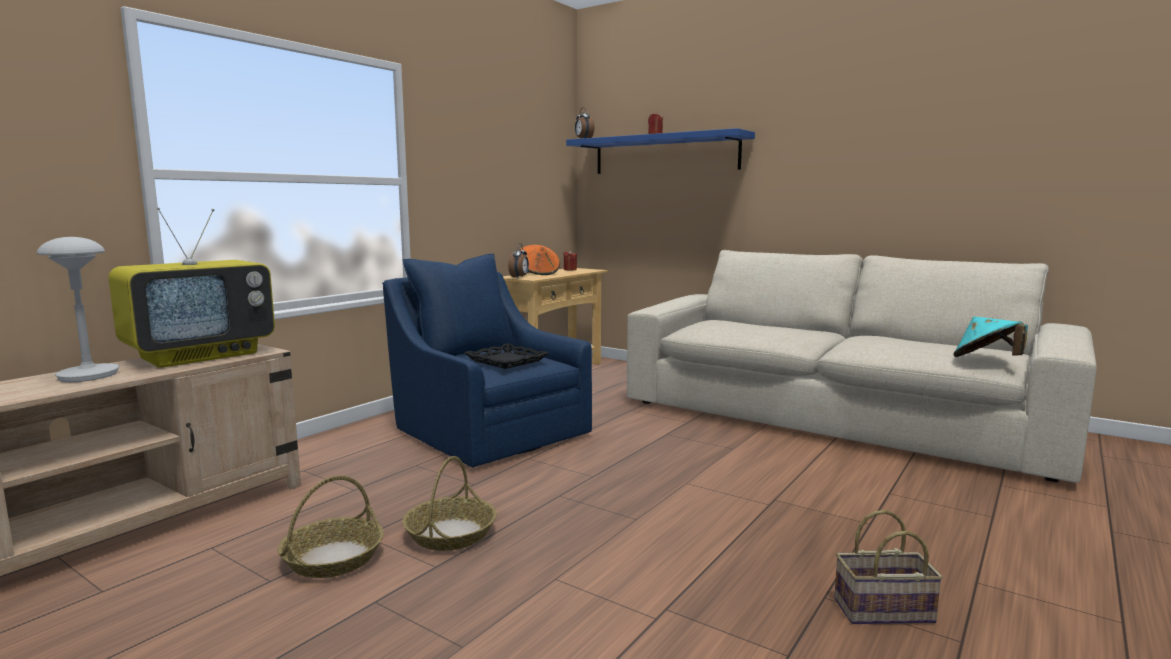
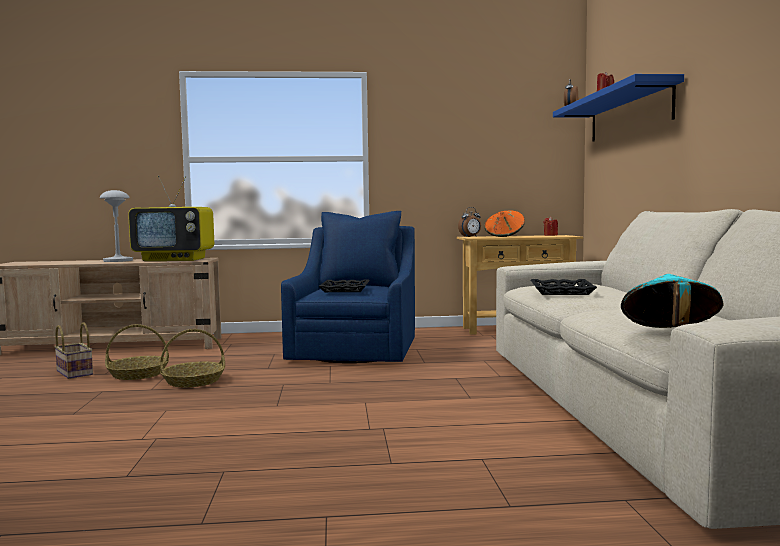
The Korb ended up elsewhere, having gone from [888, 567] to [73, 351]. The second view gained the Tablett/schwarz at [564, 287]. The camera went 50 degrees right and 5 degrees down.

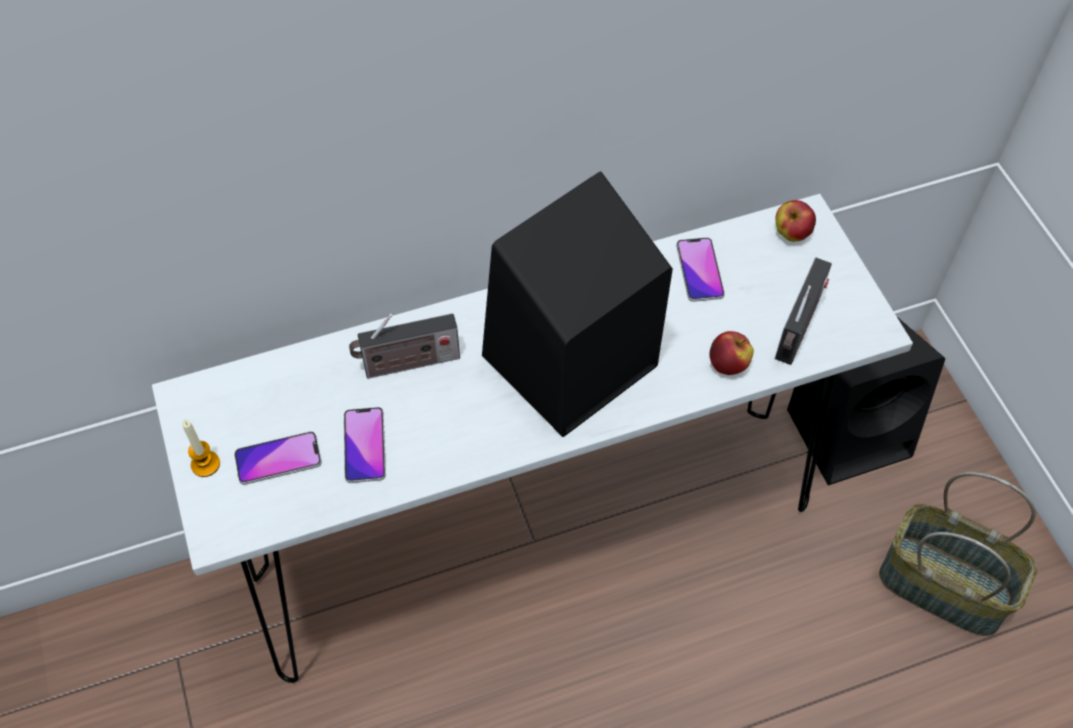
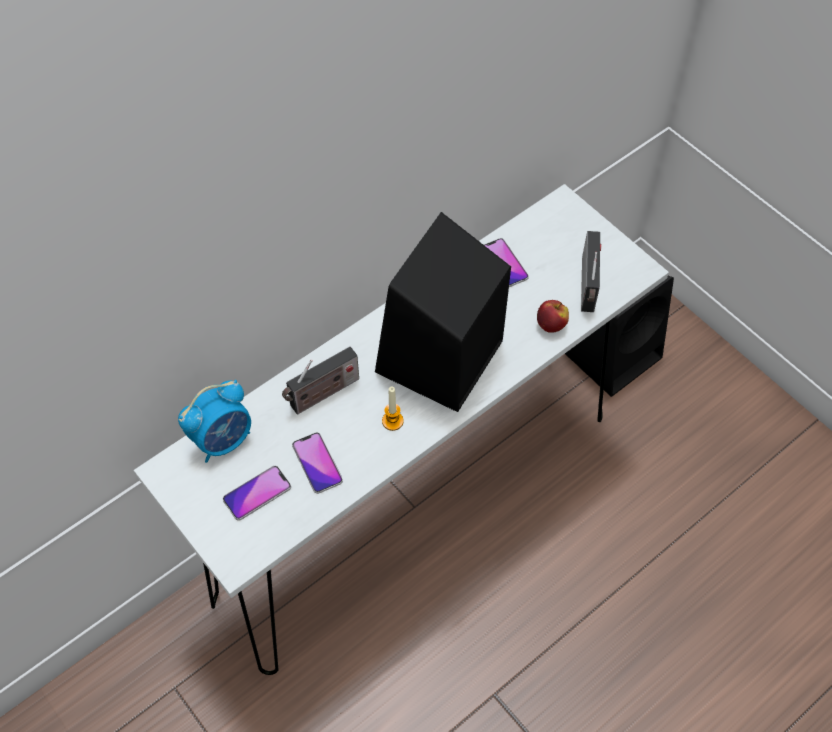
The second view gained the Wecker at [214, 421]. The Kerze ended up elsewhere, having gone from [201, 448] to [393, 408]. The second view lost the Apfel at [795, 221]. The second view lost the Korb at [958, 554]. The camera went 20 degrees left and 0 degrees up.

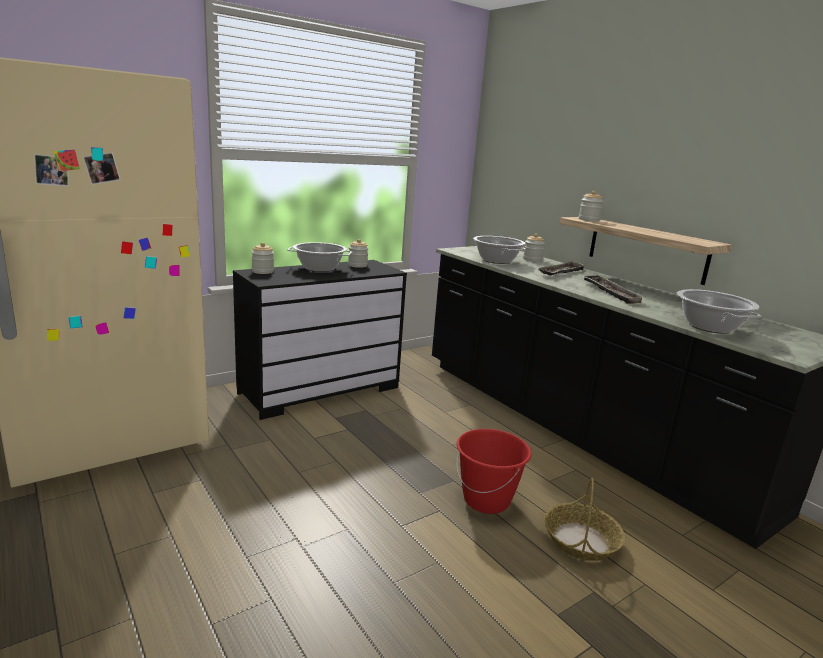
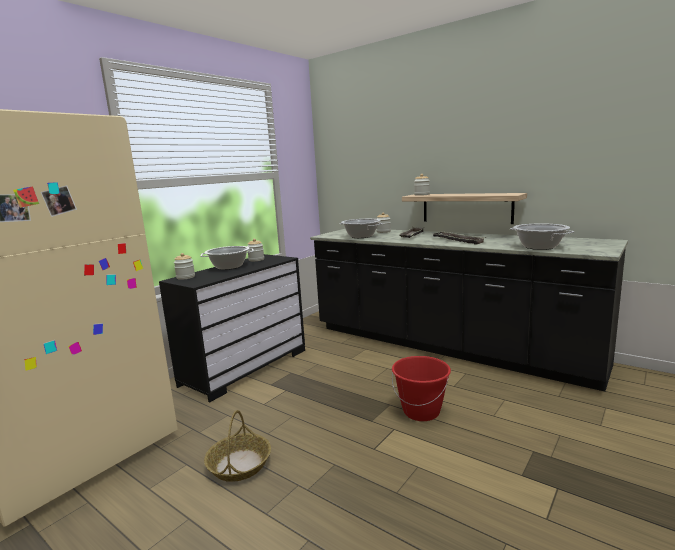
The Korb ended up elsewhere, having gone from [584, 519] to [237, 446]. The camera went 15 degrees left and 5 degrees down.

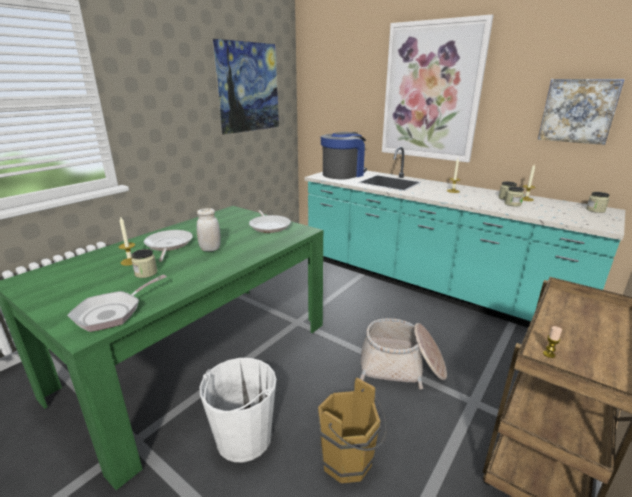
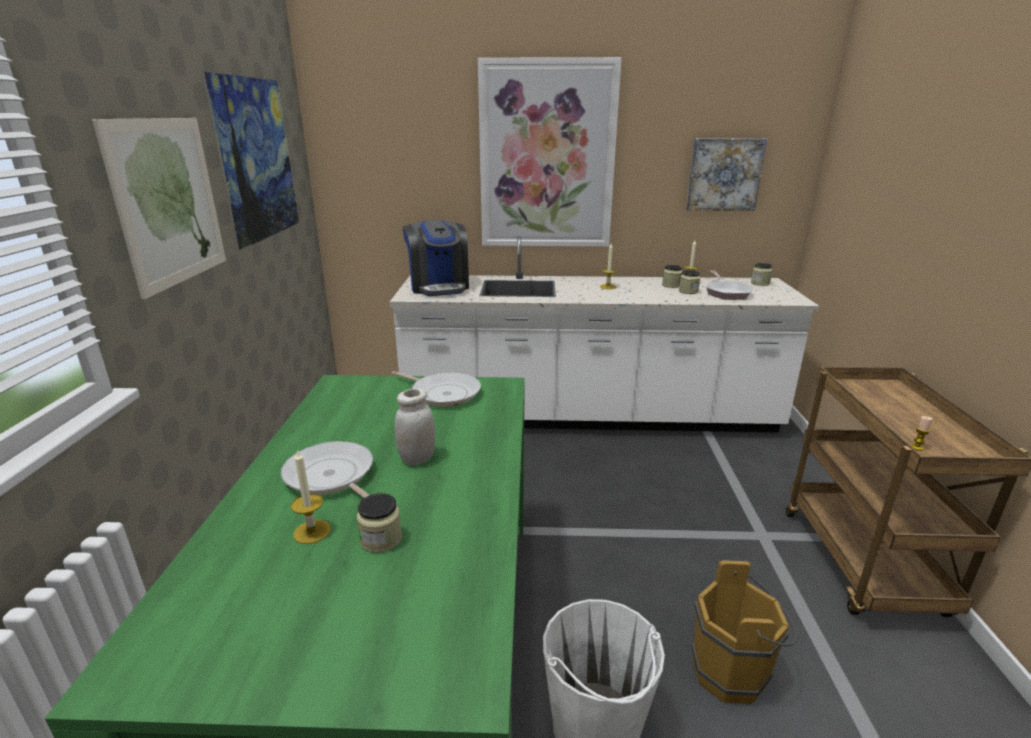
The second view gained the Bild at [159, 208]. What was the Küchenzeile/türkis at [465, 237] turned into the Küchenzeile/weiß at [604, 334]. The Kaffeemaschine at [344, 156] ended up facing another way, 150 degrees clockwise from before. The Pfanne ended up elsewhere, having gone from [117, 303] to [729, 285]. The second view lost the Korb at [403, 353]. The camera went 35 degrees left and 0 degrees up.

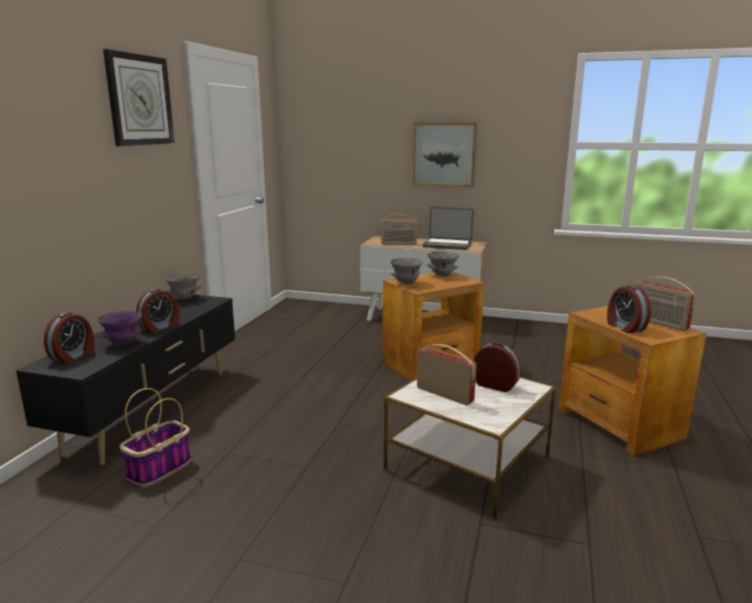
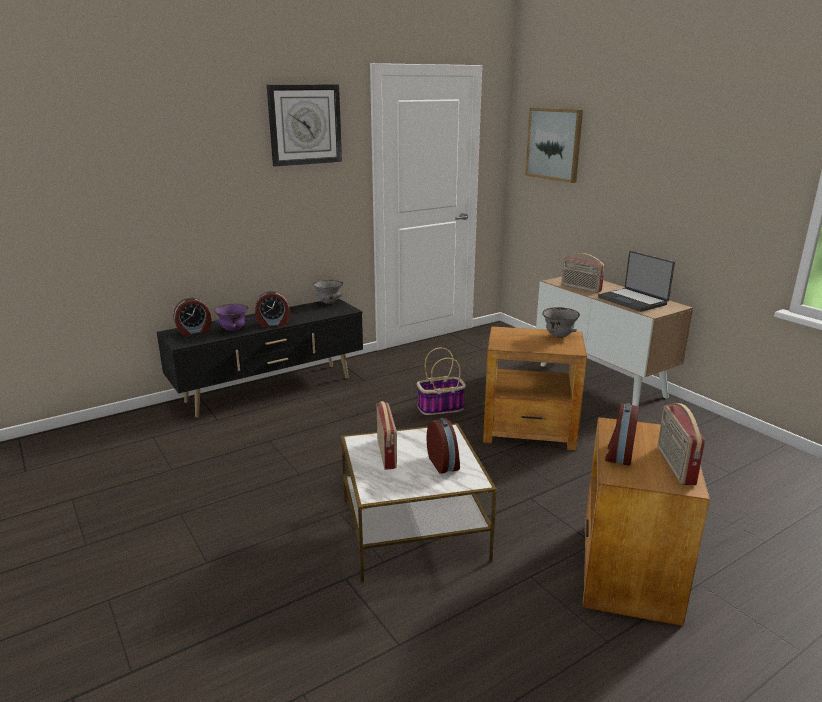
The Korb ended up elsewhere, having gone from [155, 437] to [441, 381]. The Bild ended up elsewhere, having gone from [445, 155] to [554, 145]. The second view lost the Schüssel/grau at [406, 271]. The camera went 40 degrees right and 5 degrees up.

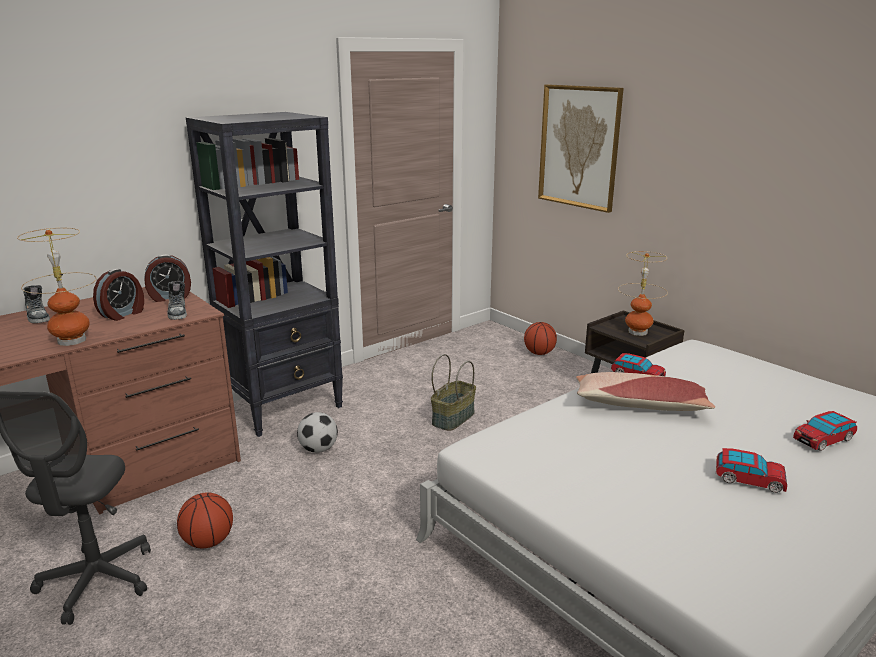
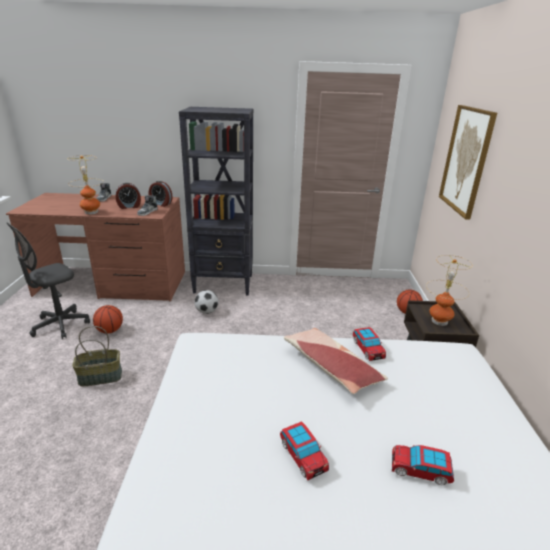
The Korb ended up elsewhere, having gone from [453, 392] to [97, 356]. The camera went 40 degrees right and 5 degrees up.

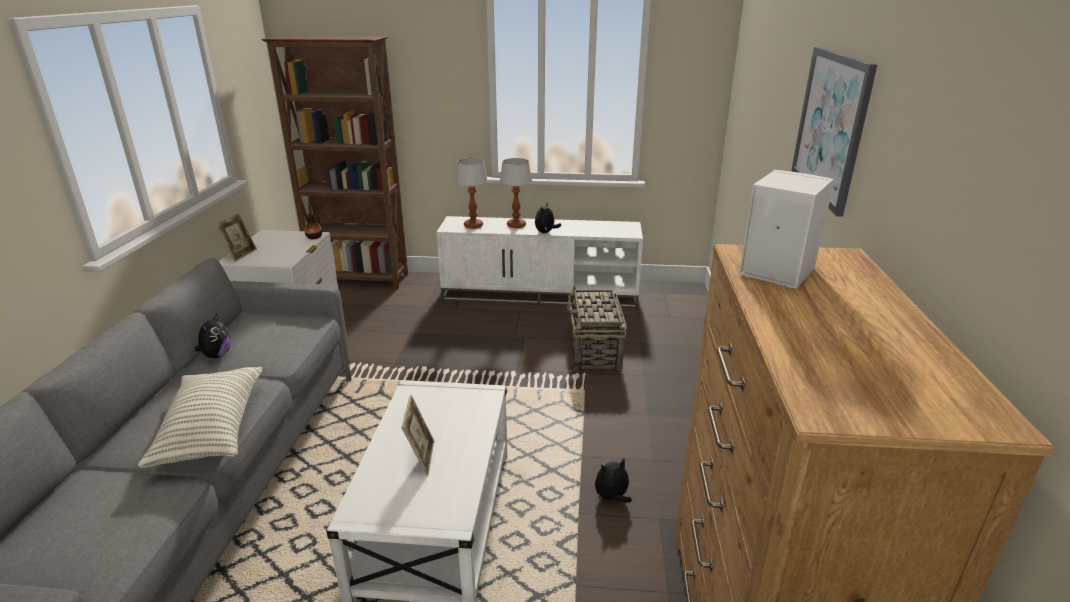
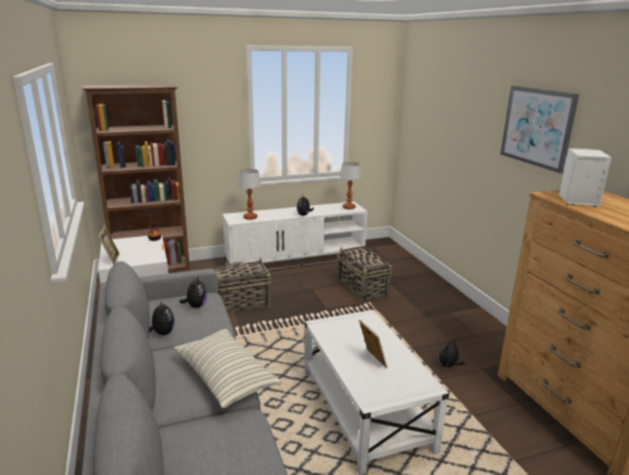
The second view gained the Plüschtier at [193, 292]. The second view gained the Korb at [240, 285]. The Tischlampe ended up elsewhere, having gone from [516, 193] to [350, 185]. The camera went 25 degrees left and 5 degrees down.

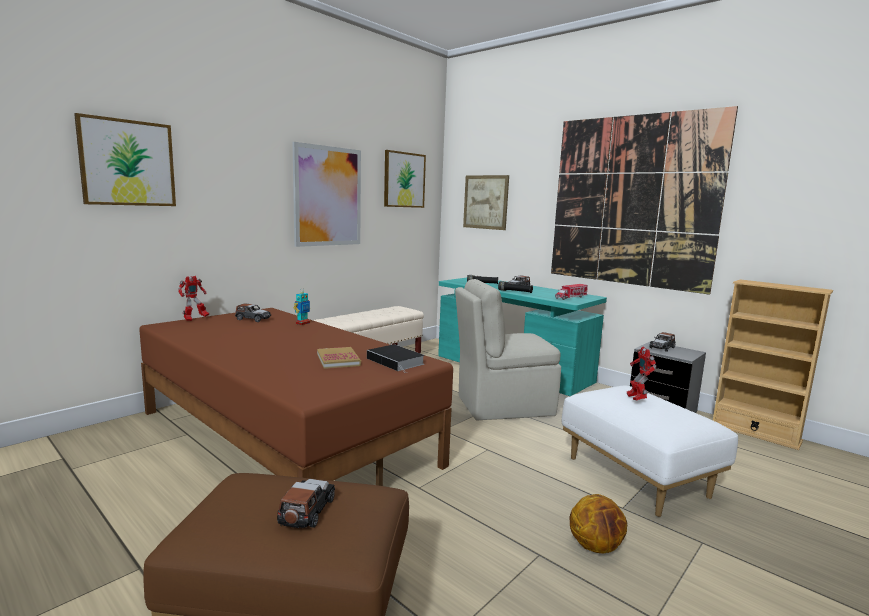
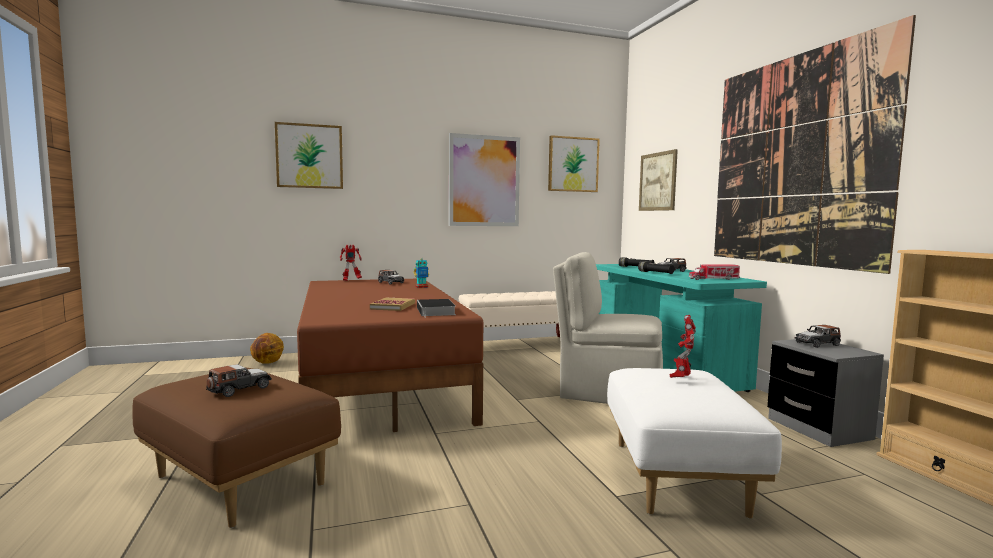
The Basketball ended up elsewhere, having gone from [598, 523] to [267, 348]. The camera went 30 degrees right and 5 degrees down.

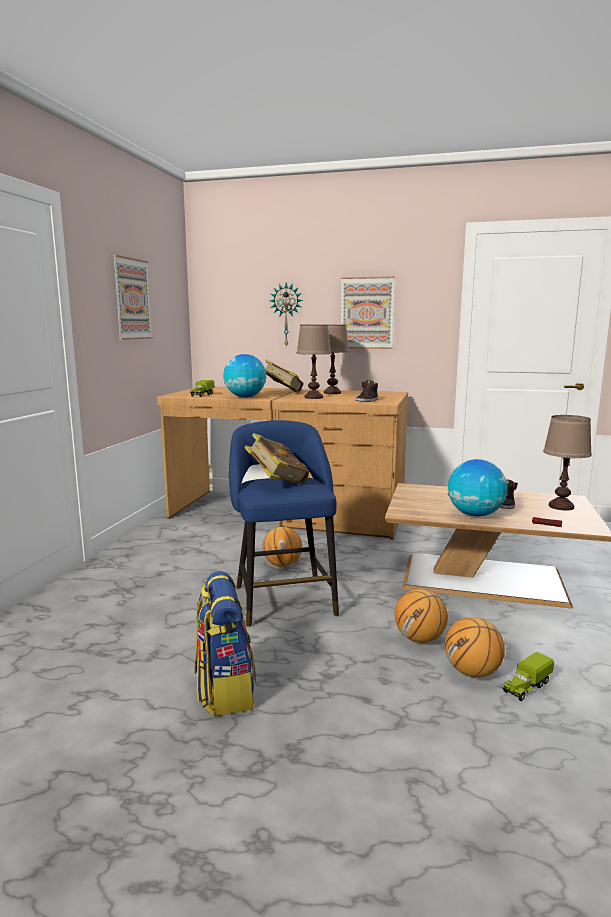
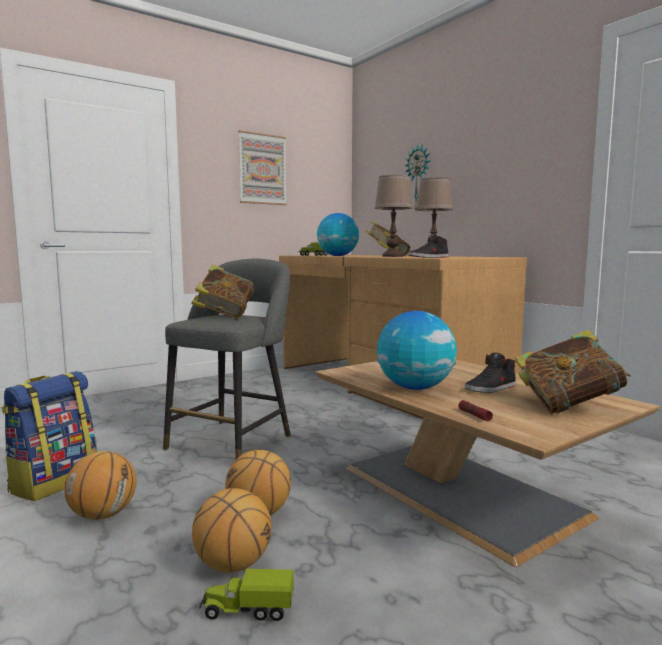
The Basketball ended up elsewhere, having gone from [282, 547] to [100, 485]. What was the Hocker/blau at [284, 523] turned into the Hocker/grau at [227, 359]. Where the Tischlampe/braun stood at [567, 462], the Buch came to stand at [573, 372]. The second view lost the Bild at [368, 312]. The camera went 40 degrees right and 5 degrees down.

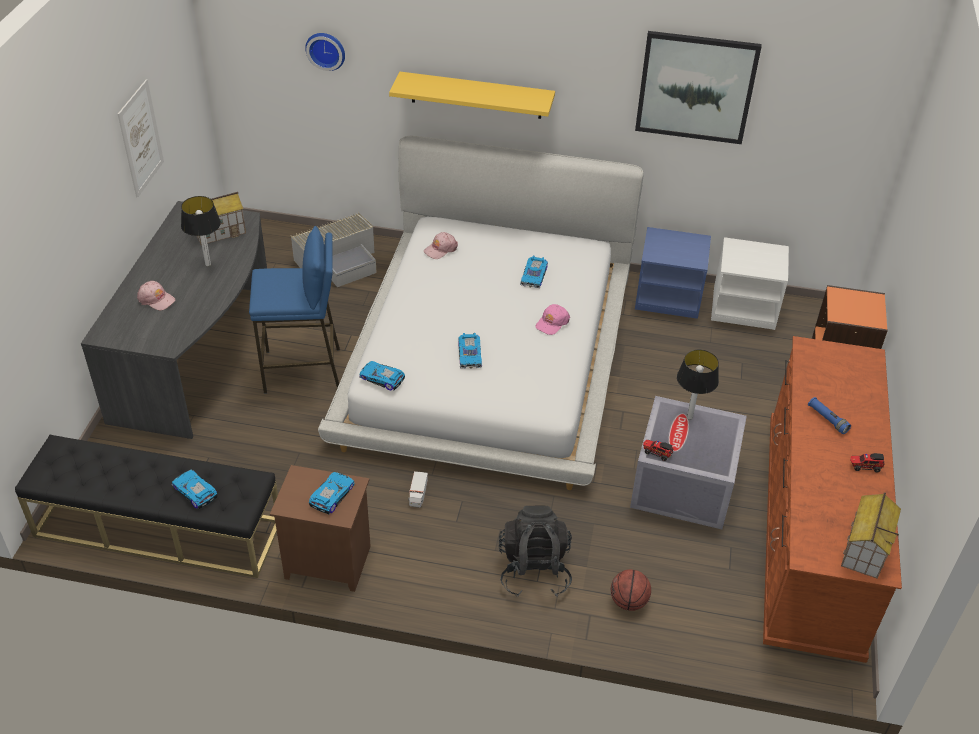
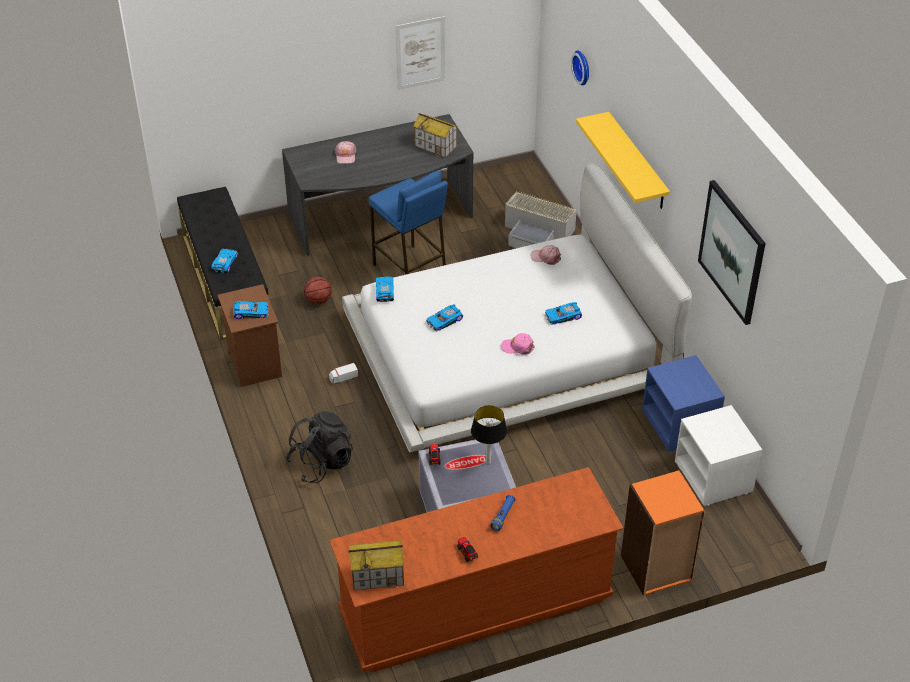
The Basketball ended up elsewhere, having gone from [631, 590] to [318, 291]. The second view lost the Tischlampe at [201, 231]. The camera went 60 degrees right and 0 degrees up.

